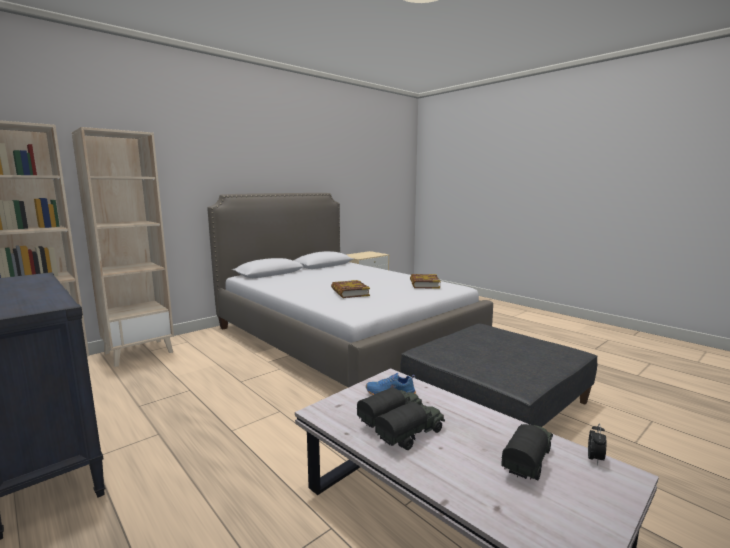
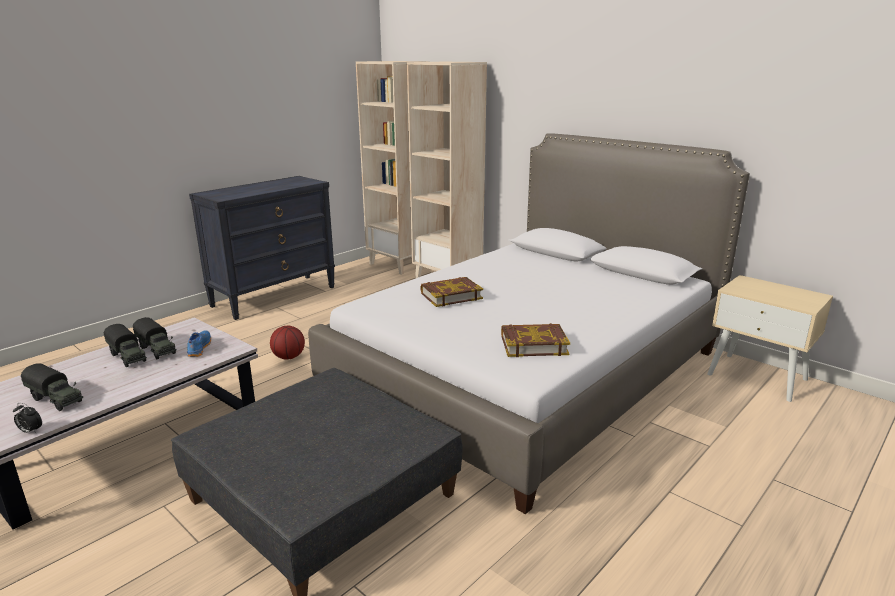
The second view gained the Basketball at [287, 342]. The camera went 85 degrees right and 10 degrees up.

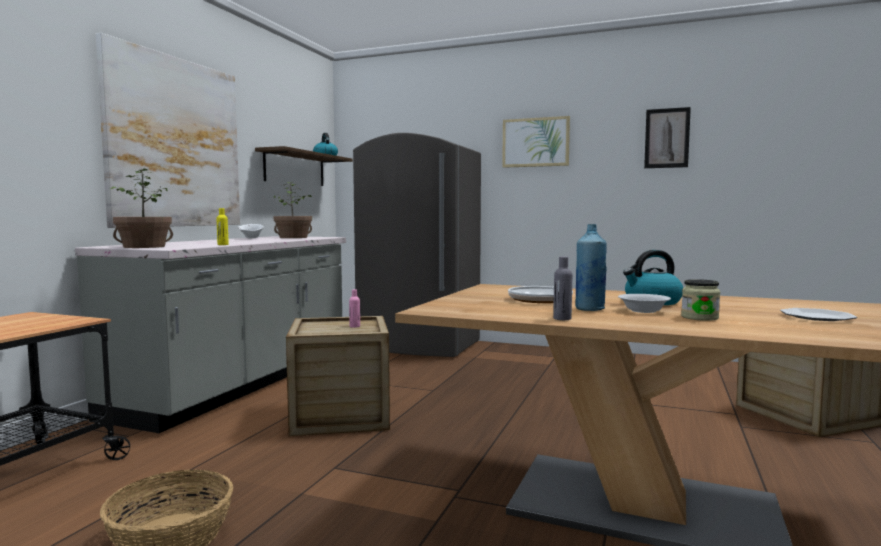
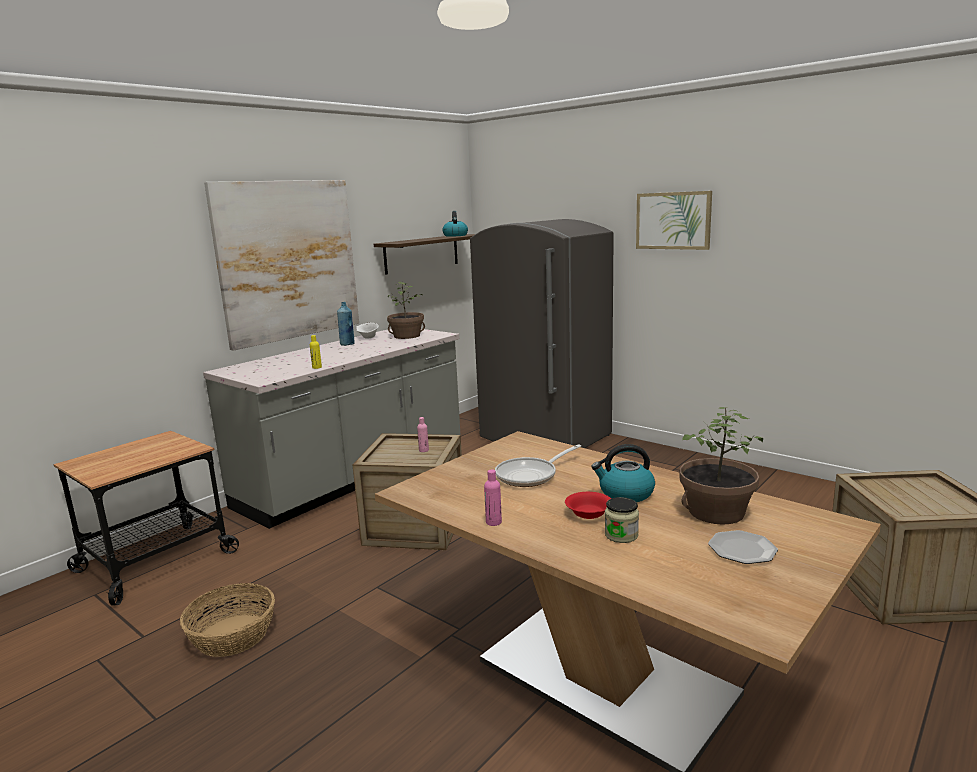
The Flasche/blau ended up elsewhere, having gone from [591, 267] to [346, 324]. What was the Flasche/grau at [562, 288] turned into the Flasche/rosa at [493, 498]. What was the Schüssel/weiß at [644, 303] turned into the Schüssel/rot at [588, 505]. The Topfpflanze ended up elsewhere, having gone from [142, 208] to [721, 466]. The second view lost the Bild at [667, 137]. The camera went 20 degrees right and 10 degrees up.

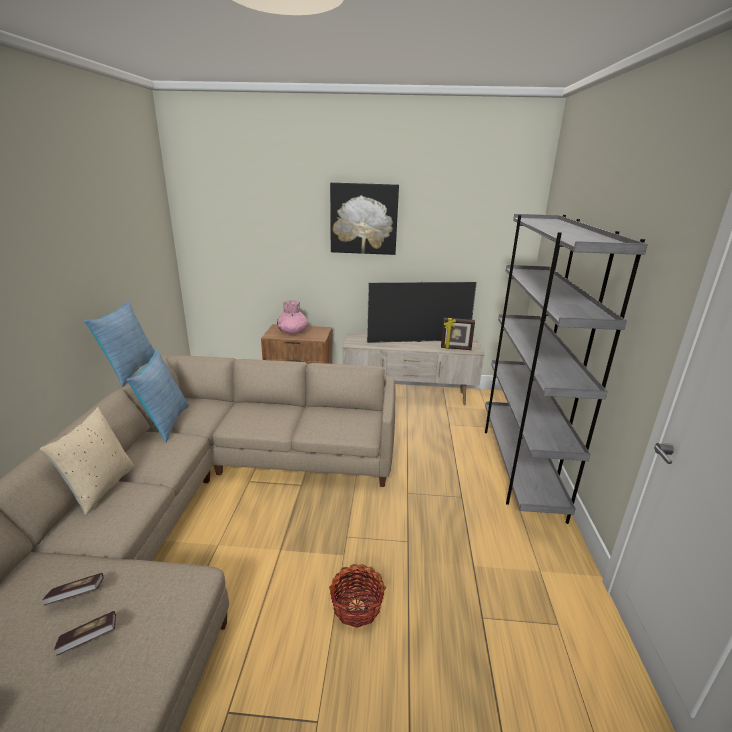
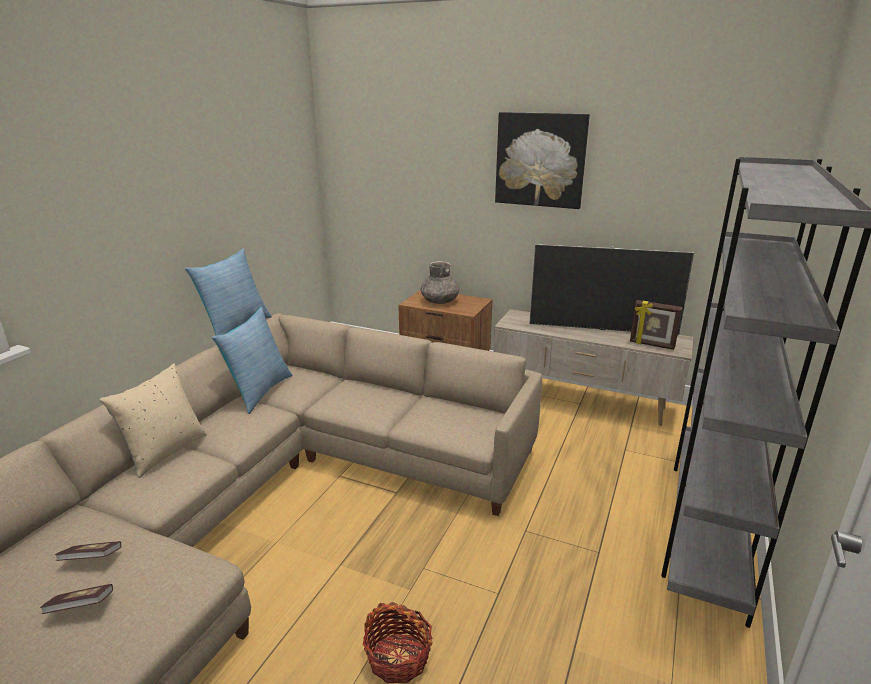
What was the Vase/rosa at [292, 317] turned into the Vase/grau at [440, 282]. The camera went 20 degrees right and 0 degrees up.

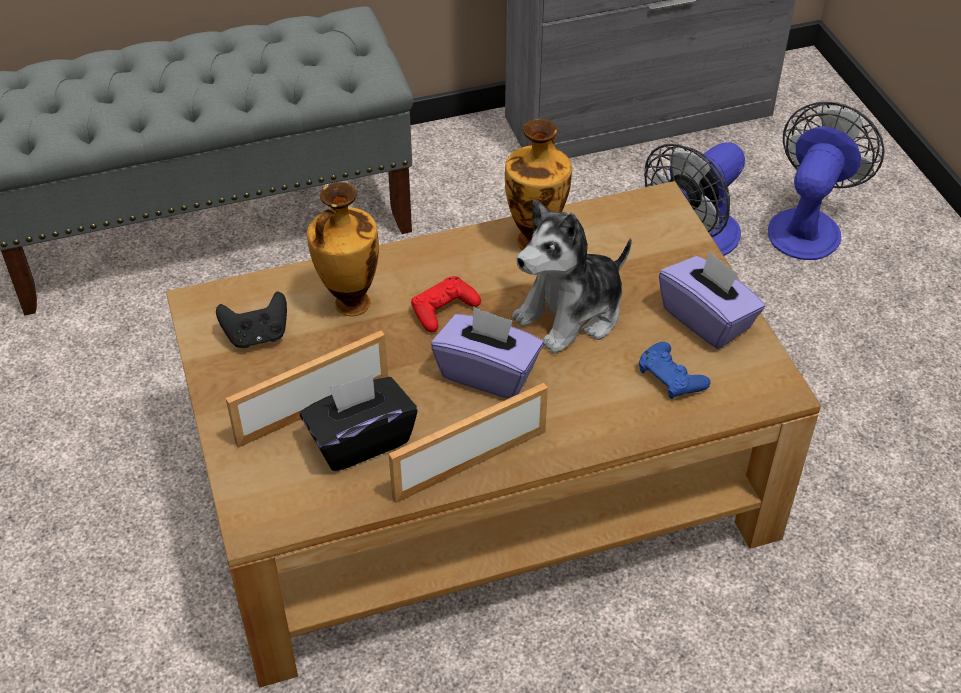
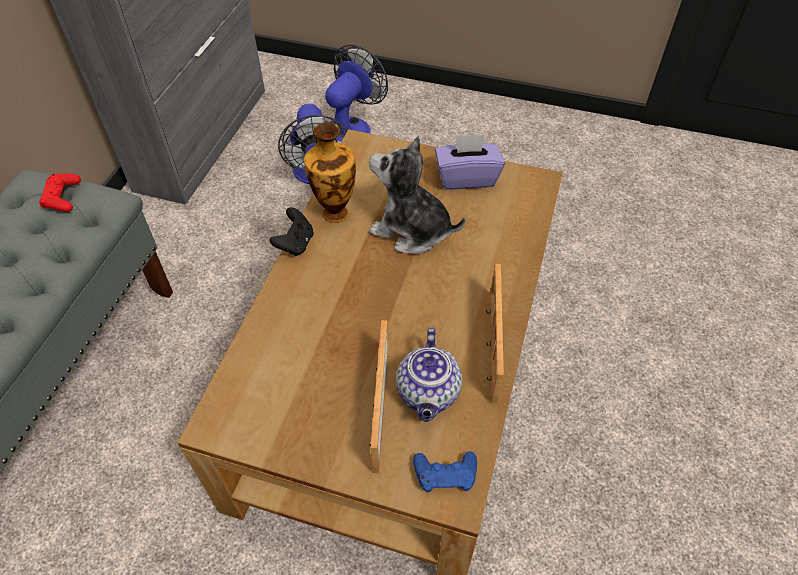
The Gamepad/rot ended up elsewhere, having gone from [446, 304] to [60, 192]. The Gamepad/schwarz ended up elsewhere, having gone from [251, 320] to [292, 231]. The Ventilator at [826, 181] ended up facing another way, 60 degrees clockwise from before. The Plüschtier at [572, 277] ended up facing another way, 120 degrees clockwise from before. Where the Taschentuchbox/schwarz stood at [358, 423], the Teekanne came to stand at [429, 375]. The Gamepad/blau ended up elsewhere, having gone from [675, 370] to [445, 471]. The second view lost the Vase at [343, 249]. The second view lost the Taschentuchbox/lila at [487, 353]. The camera went 55 degrees left and 5 degrees up.

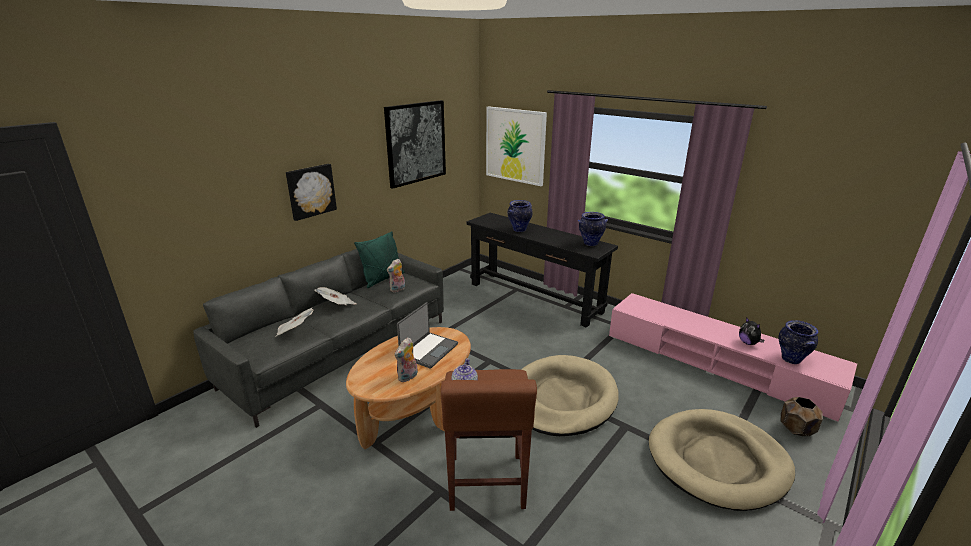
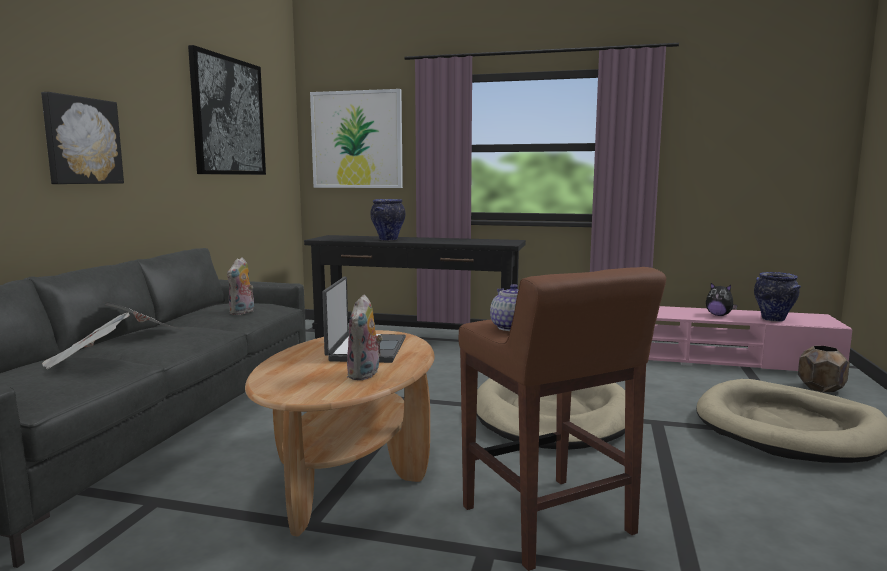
The second view lost the Kissen/grün at [379, 259]. The second view lost the Vase at [593, 229]. The camera went 25 degrees left and 15 degrees down.

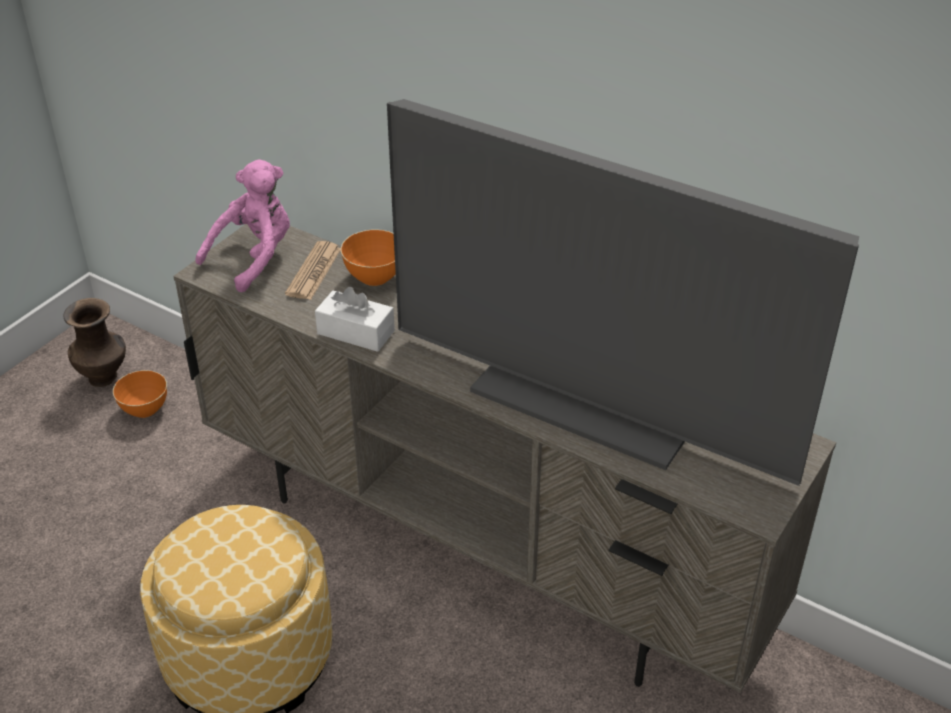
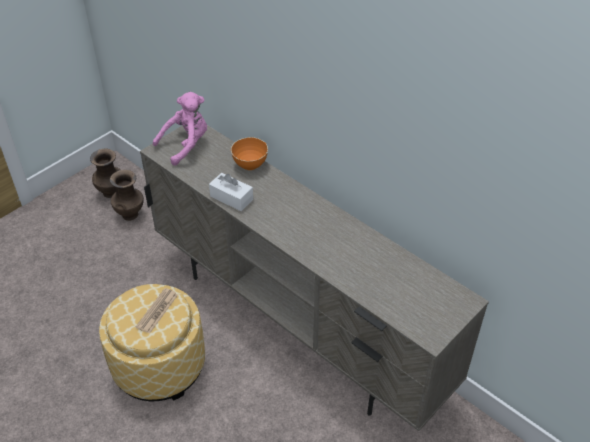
Where the Schüssel/orange stood at [140, 394], the Vase/braun came to stand at [127, 195]. The Zeitung ended up elsewhere, having gone from [313, 270] to [157, 311]. The second view lost the Fernseher at [623, 292]. The camera went 10 degrees right and 5 degrees up.

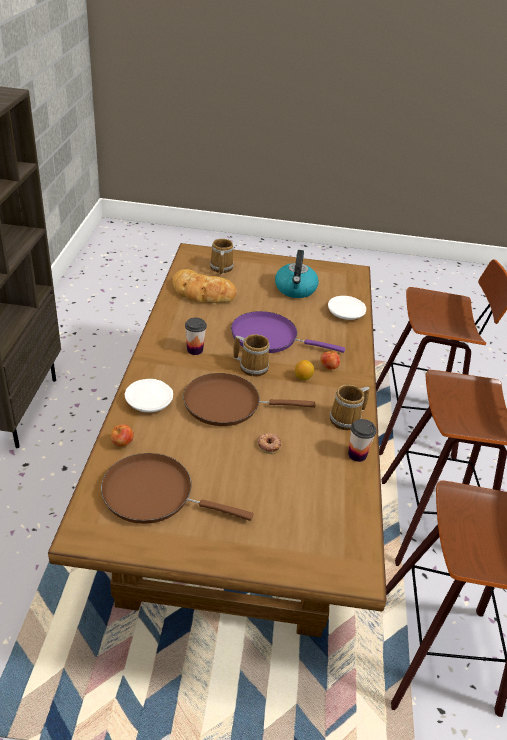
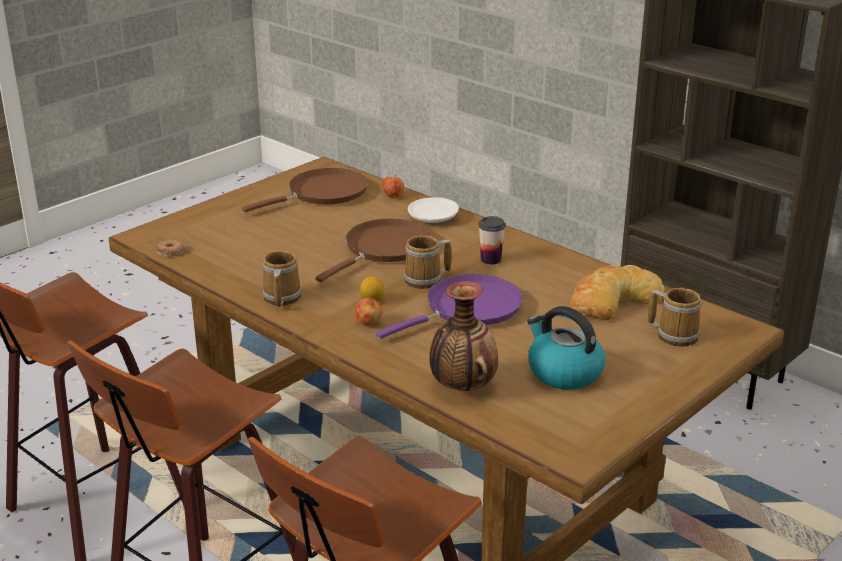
The Donut ended up elsewhere, having gone from [269, 443] to [170, 248]. Where the Teller/weiß stood at [347, 308], the Vase came to stand at [463, 336]. The second view lost the Tasse at [362, 440]. The camera went 130 degrees right and 10 degrees down.

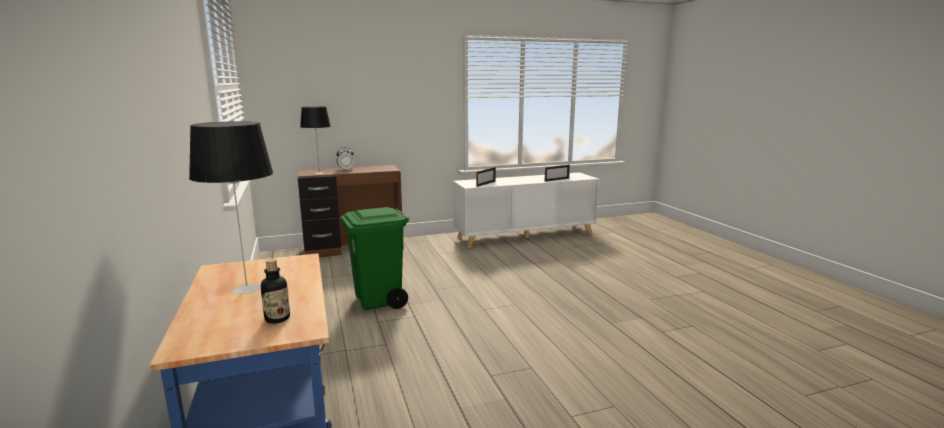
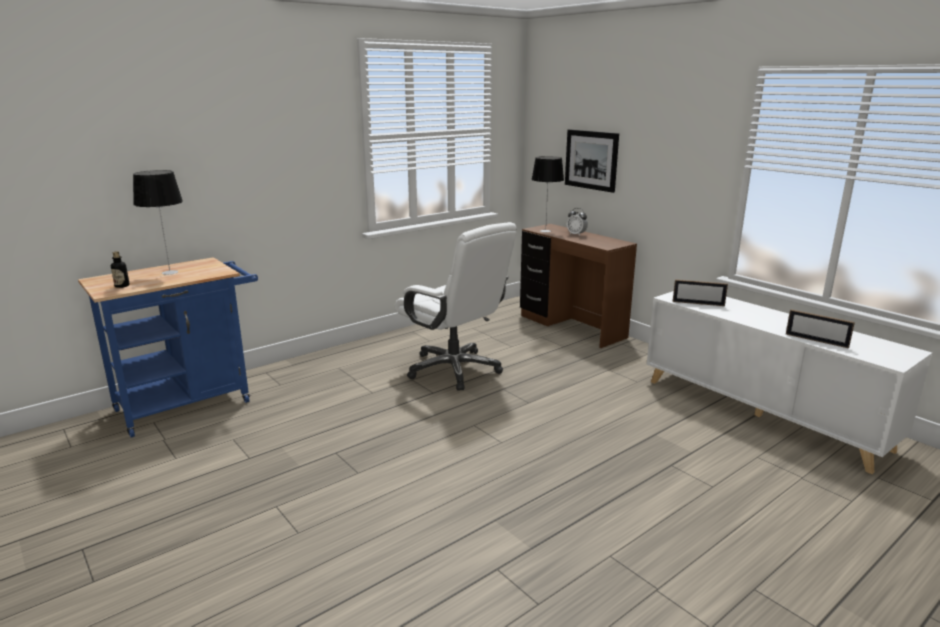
Where the Mülleimer/grün stood at [375, 258], the Bürostuhl/weiß came to stand at [456, 306]. The second view gained the Bild at [592, 161]. The camera went 70 degrees right and 5 degrees up.

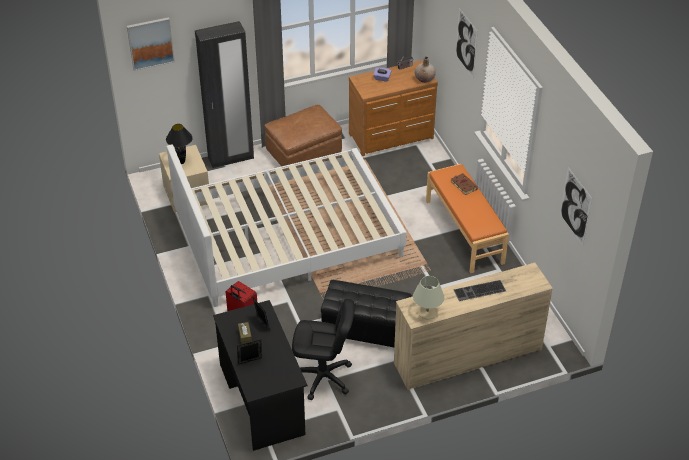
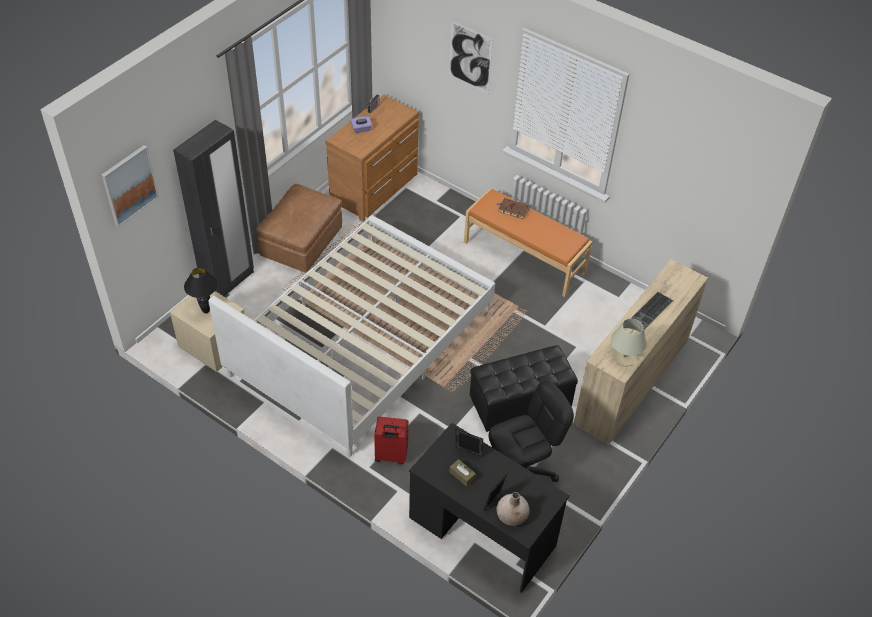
The Vase/beige ended up elsewhere, having gone from [425, 70] to [512, 509]. The second view lost the Bild at [576, 206]. The camera went 35 degrees left and 5 degrees up.

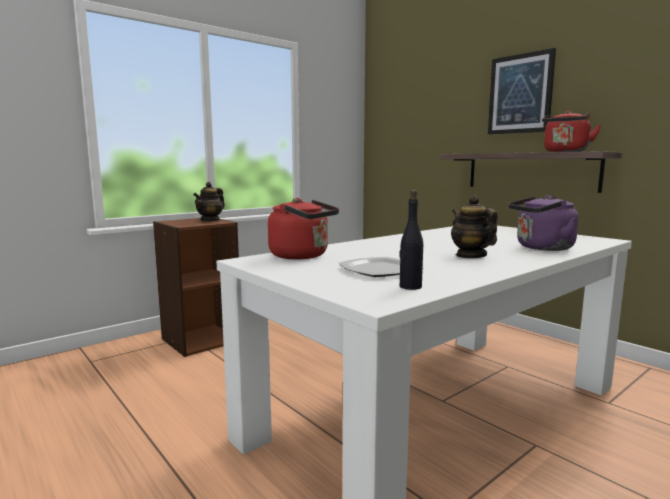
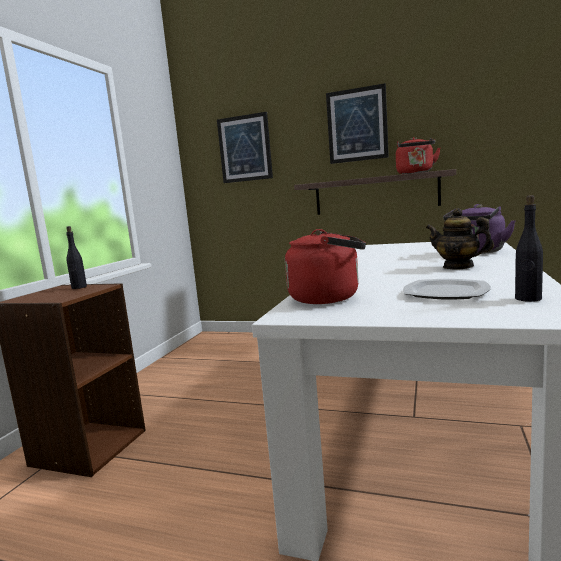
Where the Teekanne stood at [209, 202], the Flasche/schwarz came to stand at [76, 257]. The second view gained the Bild at [245, 147]. The camera went 30 degrees left and 0 degrees up.

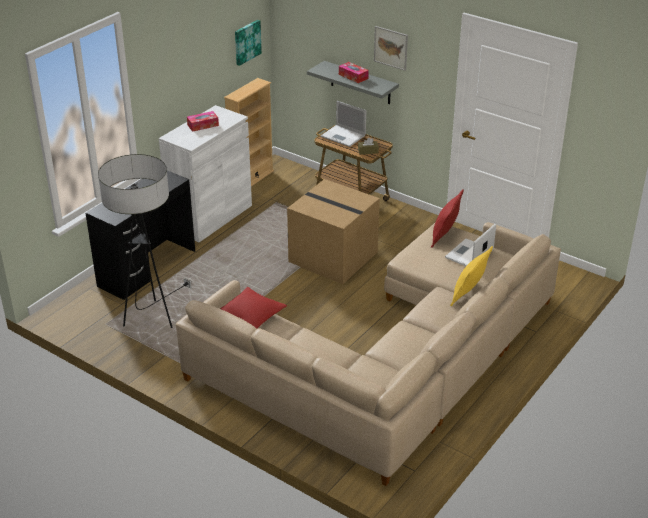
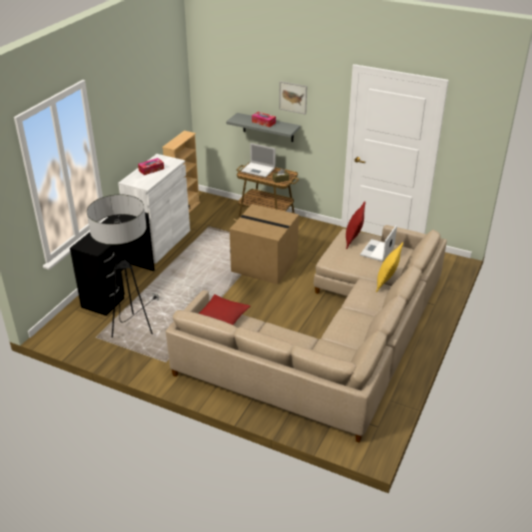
The second view lost the Bild at [248, 43]. The camera went 10 degrees left and 0 degrees up.

